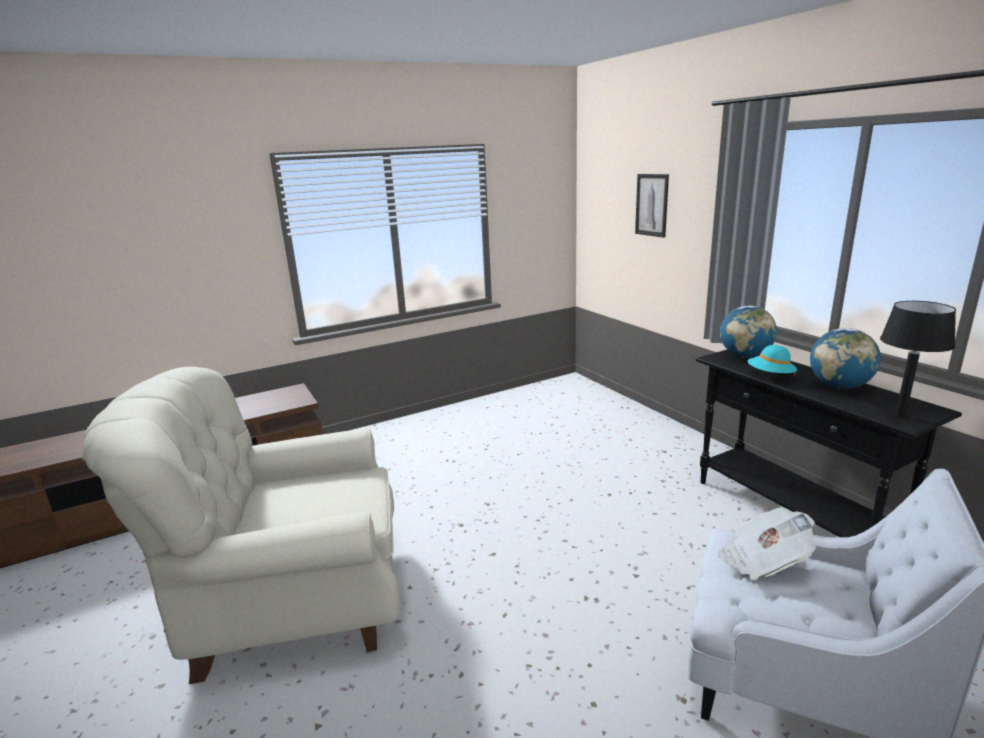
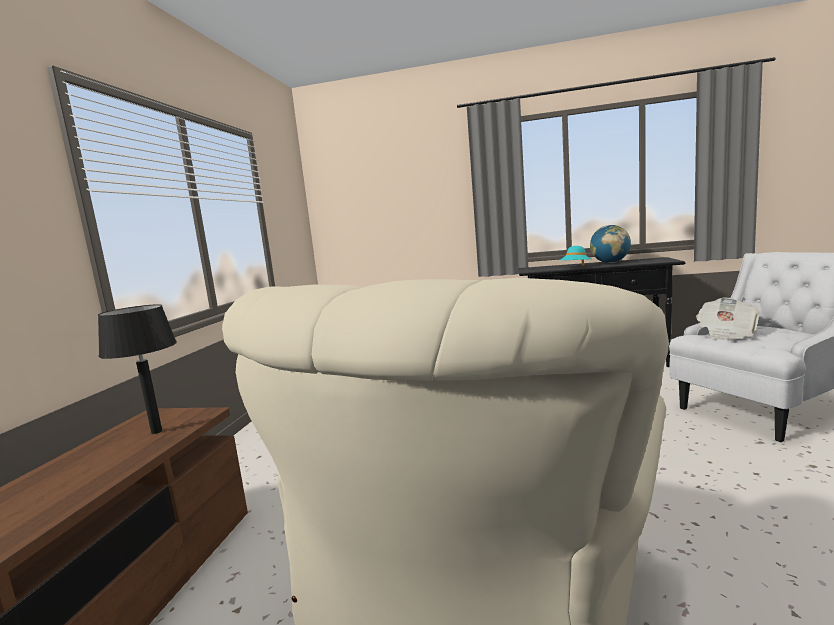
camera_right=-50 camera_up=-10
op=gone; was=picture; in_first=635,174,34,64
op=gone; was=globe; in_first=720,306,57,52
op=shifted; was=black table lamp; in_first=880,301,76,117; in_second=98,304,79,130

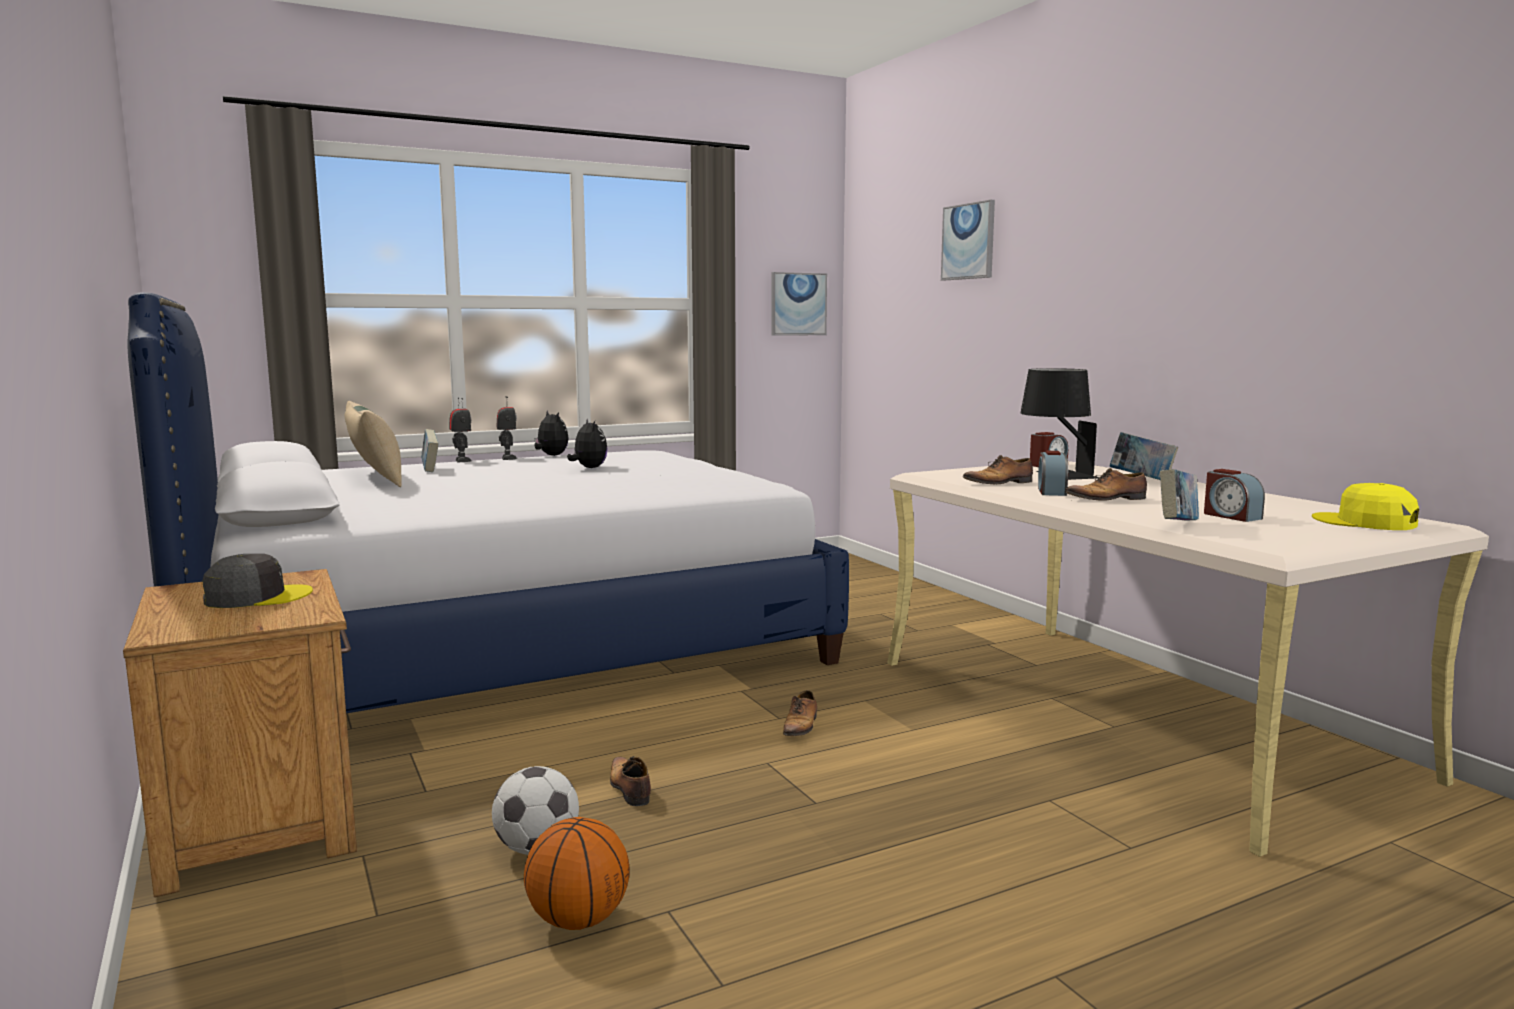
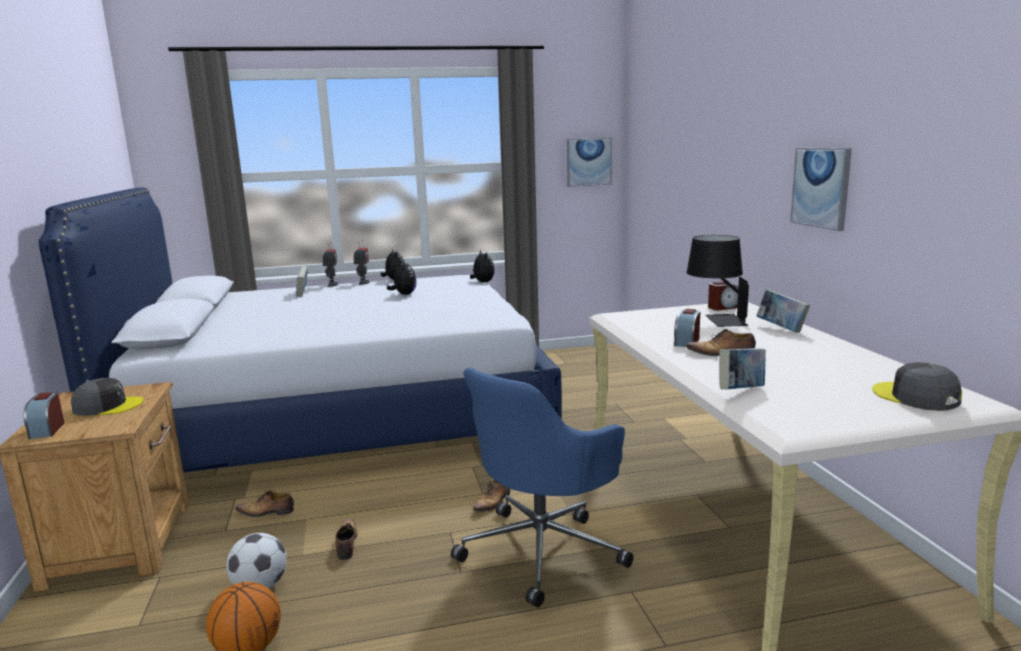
camera_right=15 camera_up=5
op=gone; was=beige pillow; in_first=345,401,57,86
op=shifted; was=picture; in_first=941,200,54,81; in_second=790,148,62,83
op=shifted; was=shoe; in_first=963,455,70,29; in_second=236,491,58,26
op=shifted; was=alarm clock; in_first=1204,469,61,53; in_second=23,392,42,47
op=repainted; was=yellow cap; now=grey cap; in_first=1312,483,107,47; in_second=872,362,90,49
op=new; now=blue office chair; in_second=451,367,183,240
op=new; now=plush toy; in_second=470,250,25,32

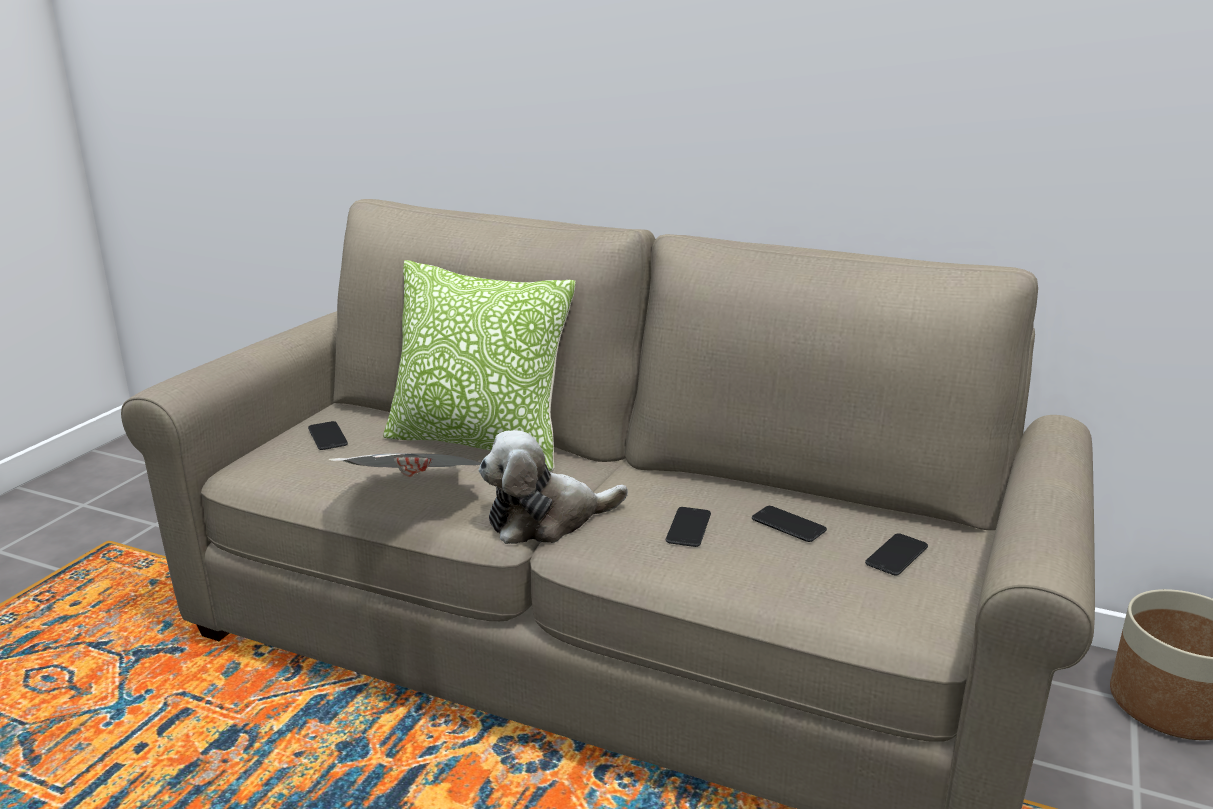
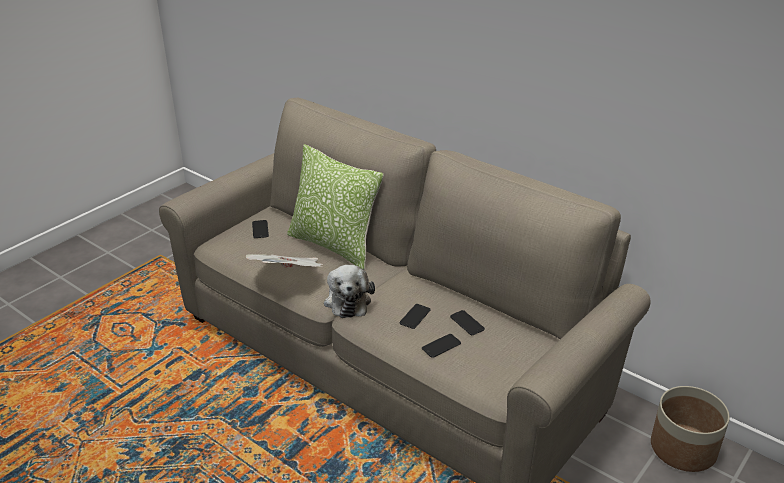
camera_right=15 camera_up=10
op=rotated; was=plush toy; in_first=479,430,149,114; in_second=324,265,51,53; clockwise=-90
op=shifted; was=phone; in_first=865,533,63,42; in_second=422,334,39,24

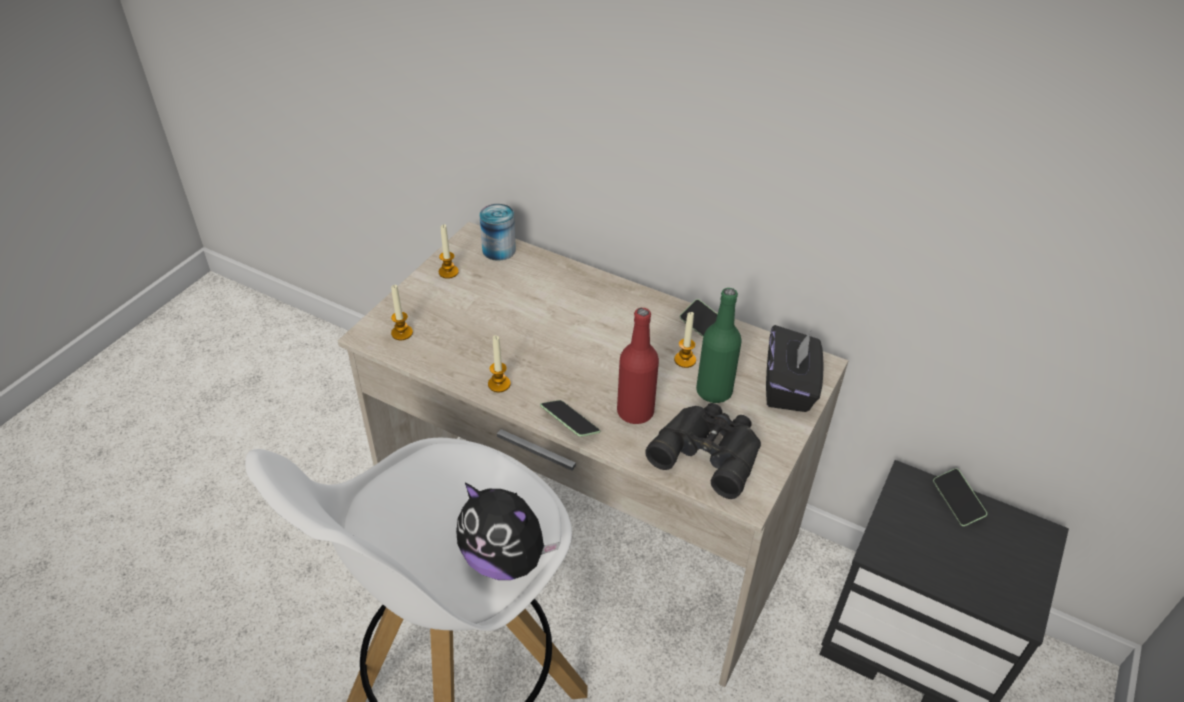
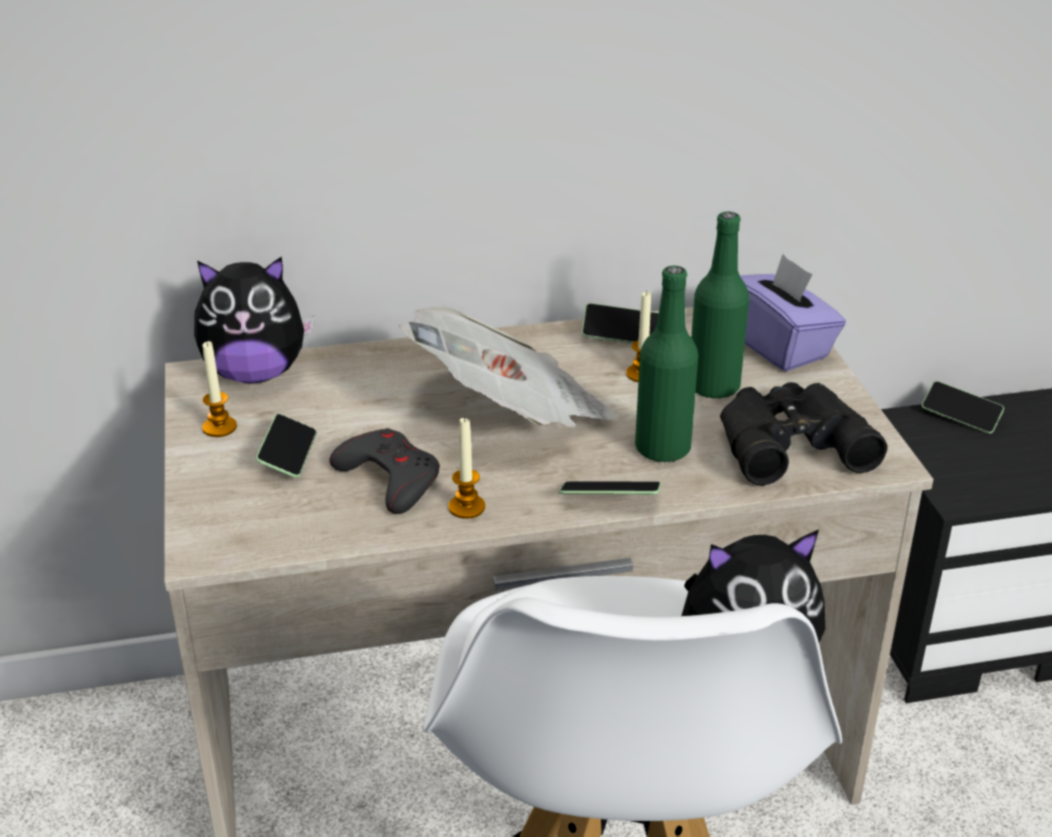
camera_right=-40 camera_up=-10
op=gone; was=candle; in_first=391,285,22,55
op=swapped; was=can; now=plush toy; in_first=479,204,37,57; in_second=194,256,120,128
op=repainted; was=red bottle; now=green bottle; in_first=617,308,42,116; in_second=635,266,63,197
op=repainted; was=black tissue box; now=purple tissue box; in_first=766,325,58,87; in_second=740,254,106,118
op=new; now=phone; in_second=255,414,62,64
op=new; now=grey game controller; in_second=329,428,111,86
op=new; now=newspaper; in_second=399,307,219,121

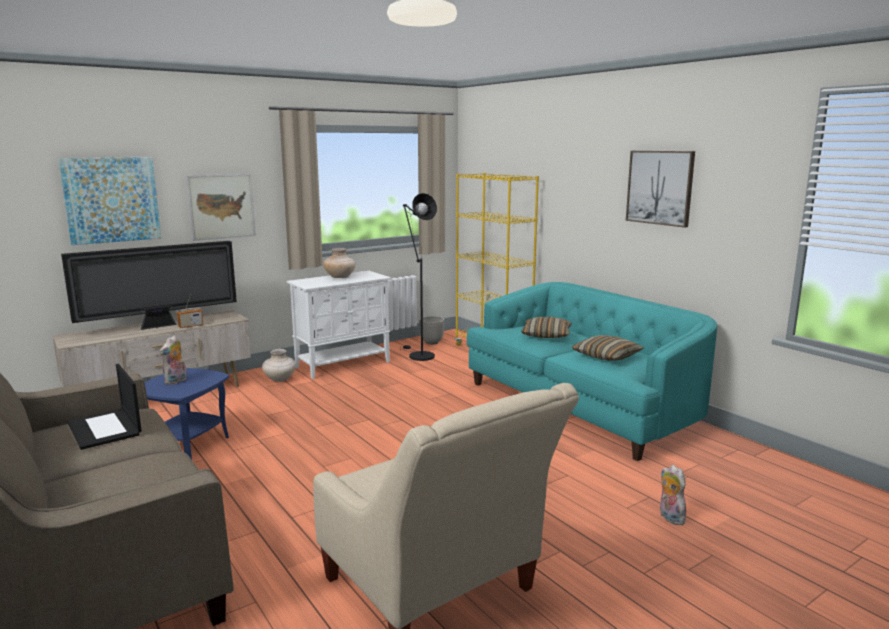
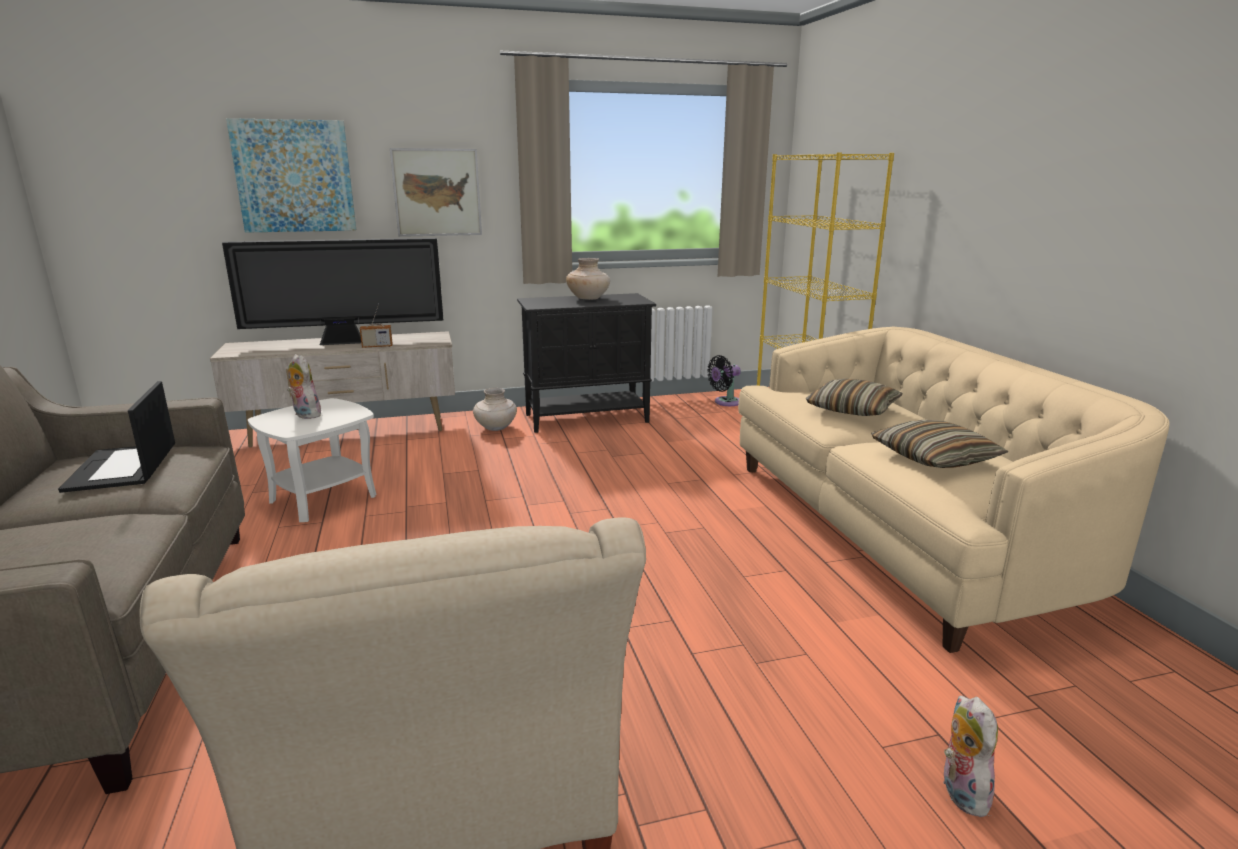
camera_right=20 camera_up=5
op=repainted; was=blue side table; now=white side table; in_first=145,368,84,92; in_second=248,398,128,124
op=rotated; was=plush toy; in_first=160,335,27,50; in_second=287,354,34,65; clockwise=90
op=repainted; was=white cabinet; now=black cabinet; in_first=286,271,105,108; in_second=517,293,139,140
op=gone; was=black floor lamp; in_first=401,193,36,168
op=swapped; was=planter; now=black fan; in_first=419,316,26,29; in_second=707,355,34,51
op=repainted; was=turquoise sofa; now=beige sofa; in_first=467,282,250,179; in_second=738,327,431,326
op=gone; was=picture; in_first=626,151,69,77

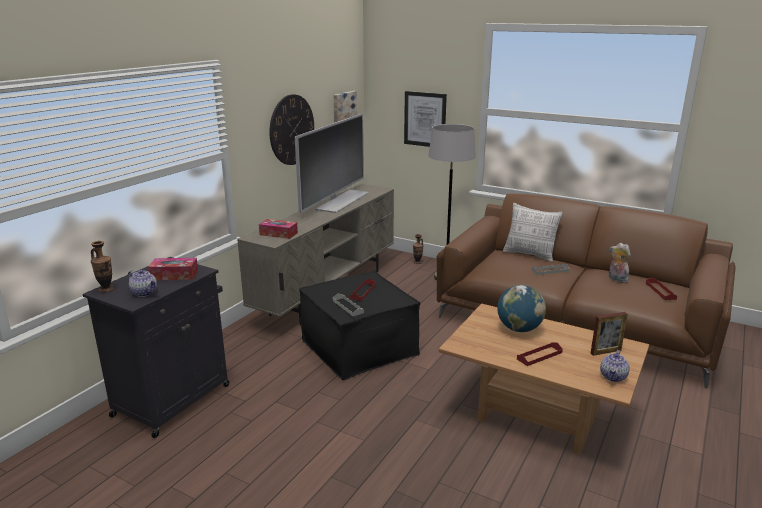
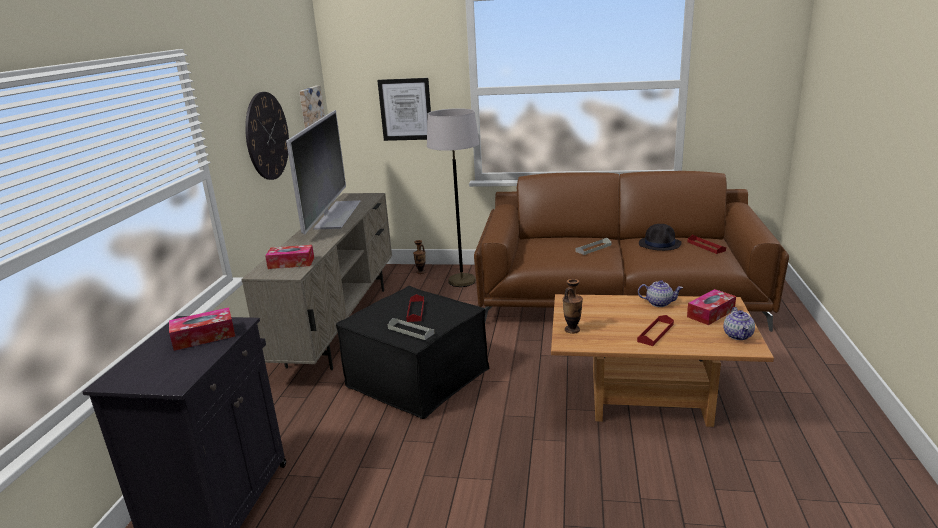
camera_right=-20 camera_up=0
op=shifted; was=vase; in_first=91,241,23,52; in_second=563,279,20,55
op=shifted; was=teapot; in_first=128,270,29,27; in_second=638,280,45,27
op=gone; was=globe; in_first=497,285,49,47
op=gone; was=pillow; in_first=503,203,60,59
op=swapped; was=picture frame; now=tissue box; in_first=591,312,37,44; in_second=687,289,49,36
op=swapped; was=plush toy; now=black hat; in_first=609,243,22,40; in_second=639,224,43,27

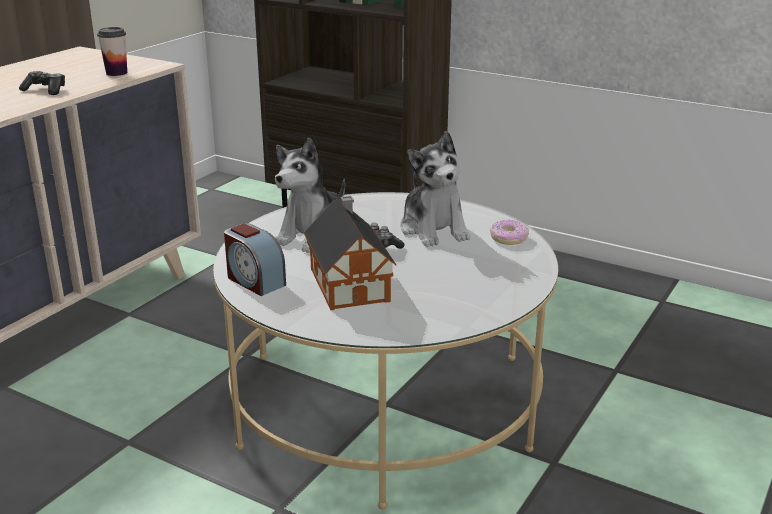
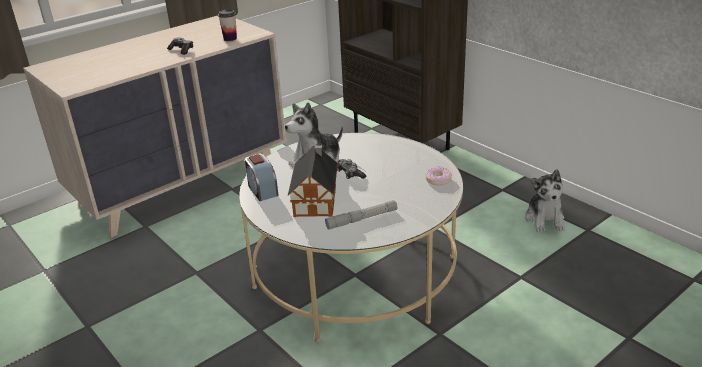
camera_right=20 camera_up=5
op=shifted; was=plush toy; in_first=400,131,70,116; in_second=525,169,40,63
op=new; now=grey flashlight; in_second=325,200,72,30

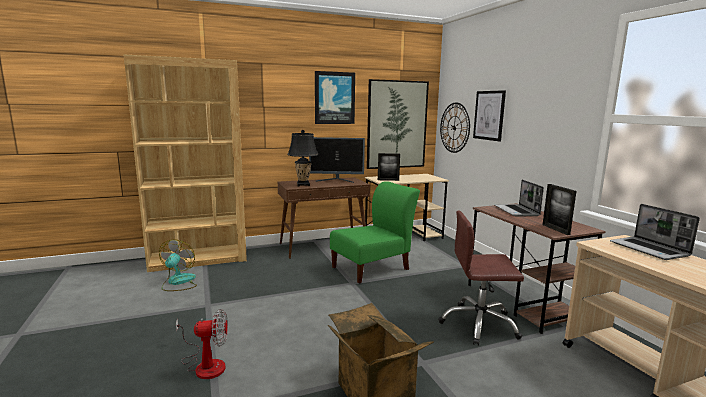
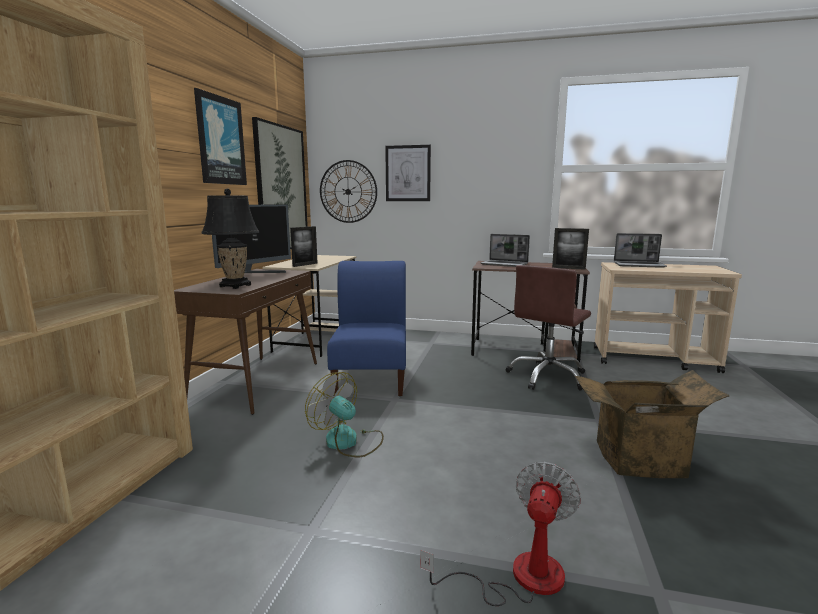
camera_right=-55 camera_up=0
op=shifted; was=fan; in_first=159,240,38,51; in_second=305,372,79,85
op=repainted; was=green chair; now=blue chair; in_first=330,181,90,103; in_second=327,261,79,135

